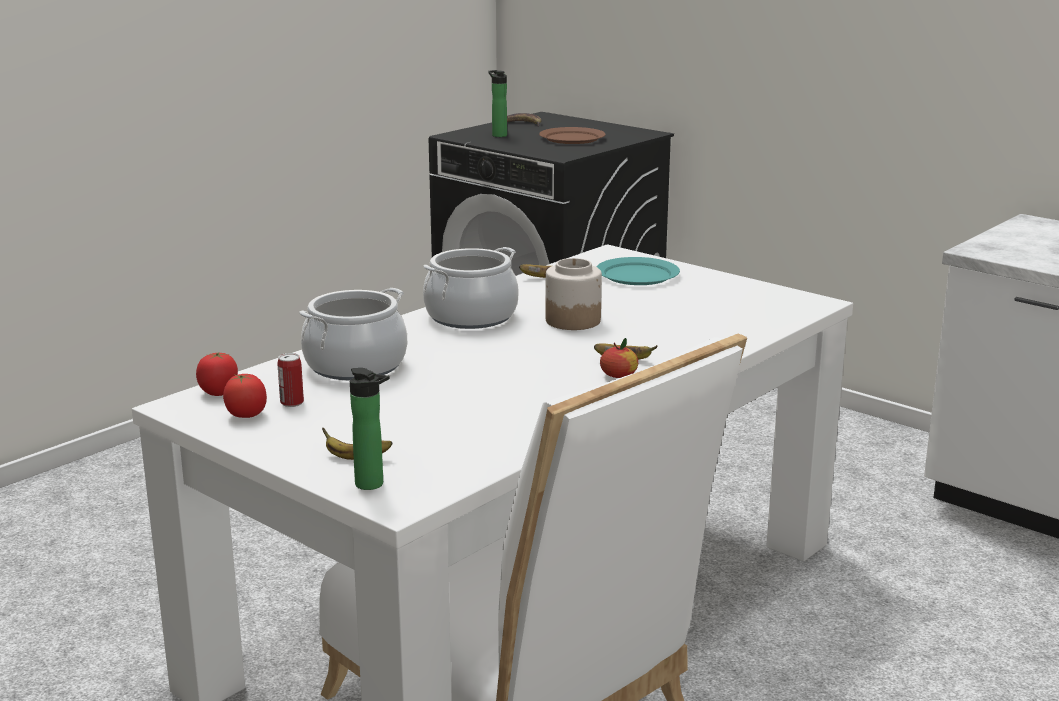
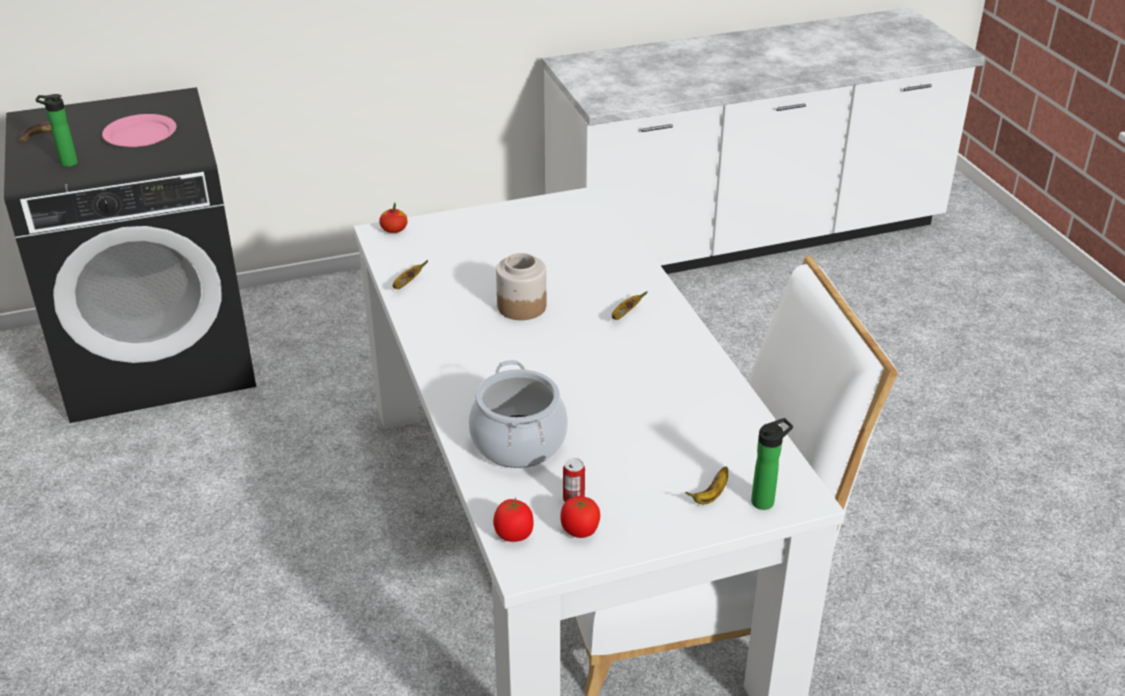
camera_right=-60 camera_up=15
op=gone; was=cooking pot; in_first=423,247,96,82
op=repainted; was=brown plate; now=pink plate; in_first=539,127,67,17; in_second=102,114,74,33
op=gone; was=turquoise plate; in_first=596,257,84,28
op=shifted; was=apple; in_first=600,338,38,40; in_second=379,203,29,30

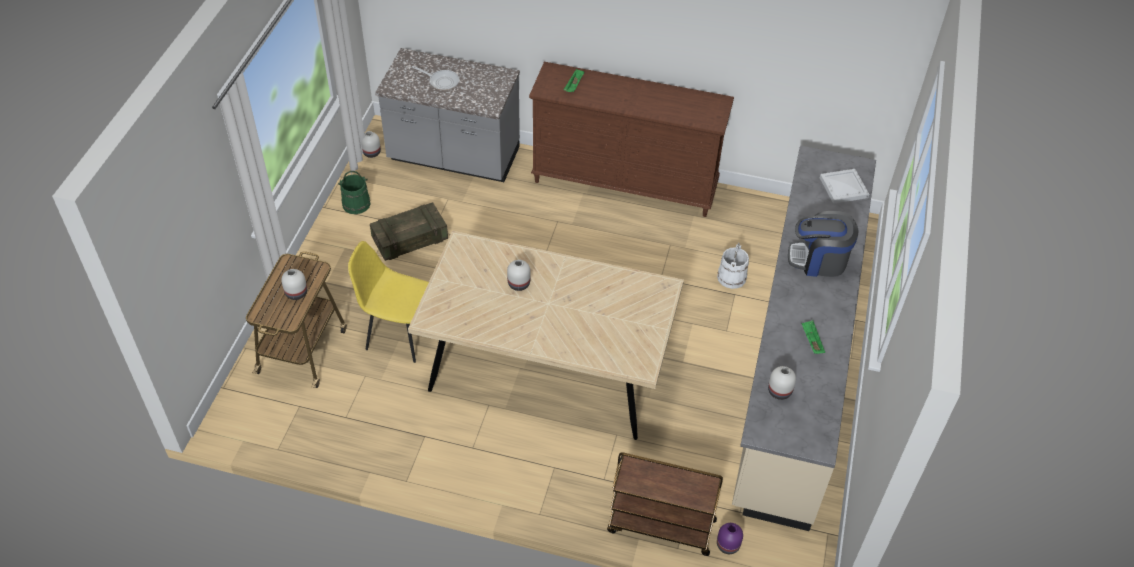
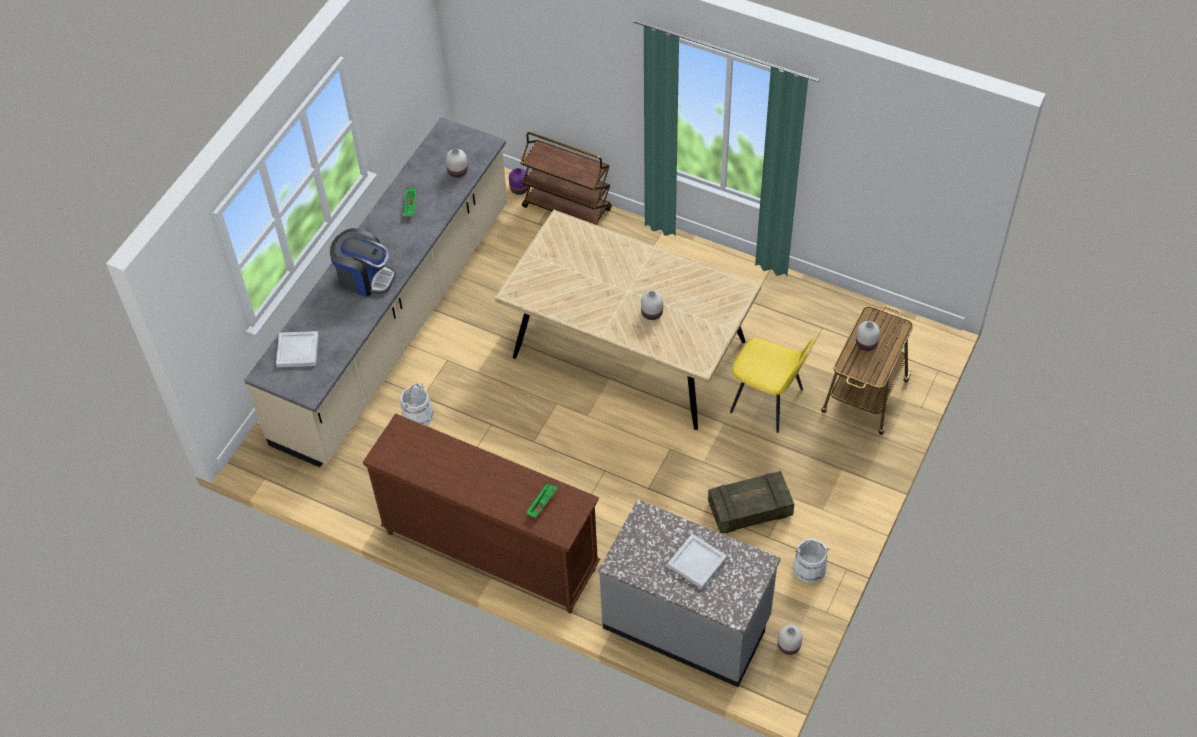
camera_right=-165 camera_up=5
op=repainted; was=green bucket; now=white bucket; in_first=338,171,33,43; in_second=793,539,37,44
op=swapped; was=frying pan; now=white tray; in_first=412,66,47,25; in_second=667,534,60,55

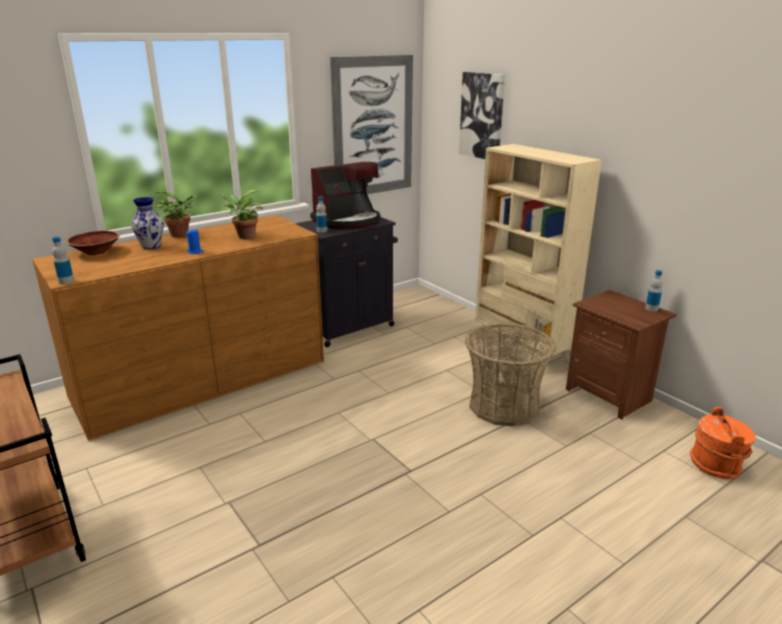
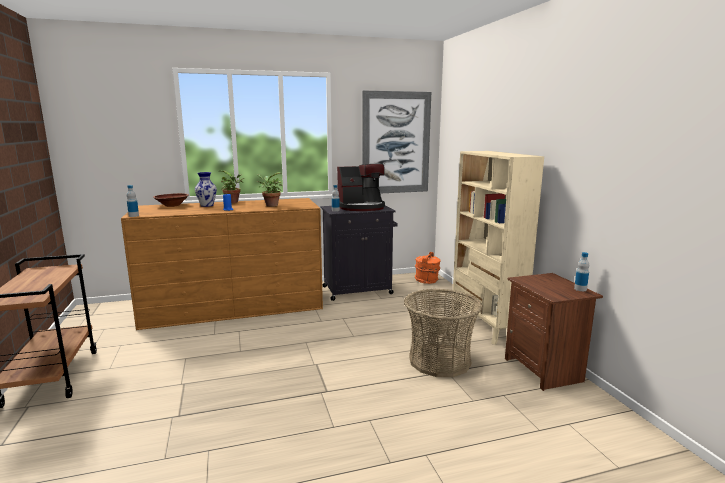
camera_right=20 camera_up=-10
op=gone; was=picture; in_first=459,72,46,87
op=shifted; was=orange bucket; in_first=690,407,66,72; in_second=415,252,26,32

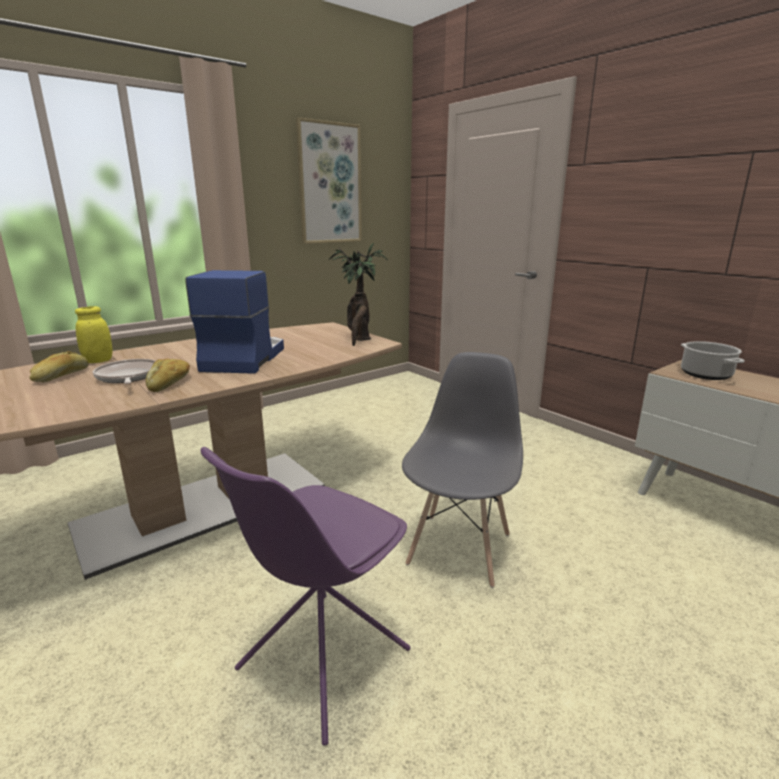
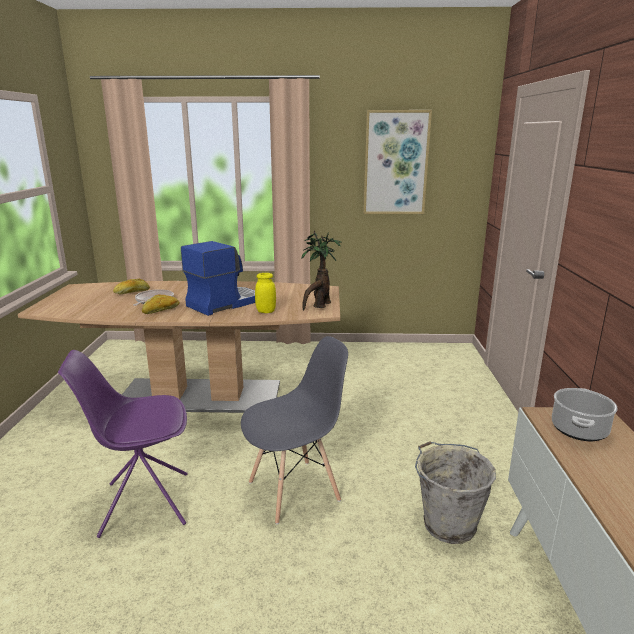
camera_right=40 camera_up=0
op=shifted; was=yellow jar; in_first=75,306,38,57; in_second=255,273,21,40
op=new; now=grey bucket; in_second=415,441,81,103

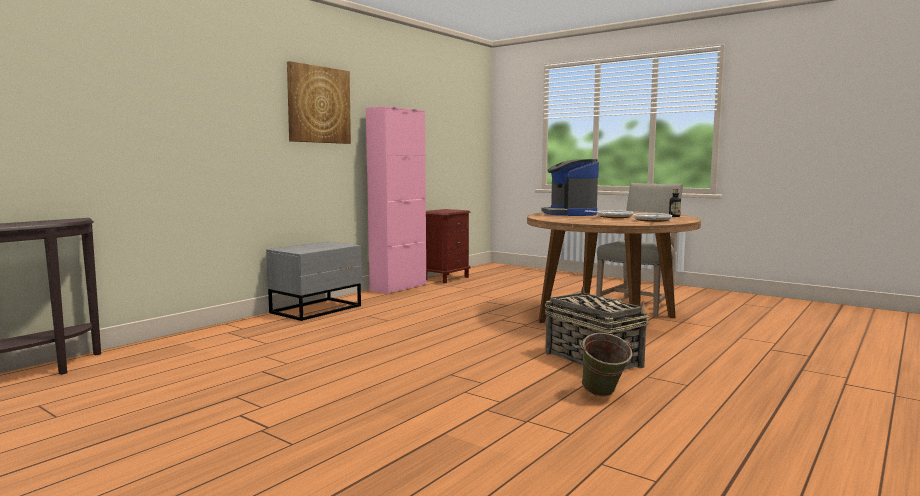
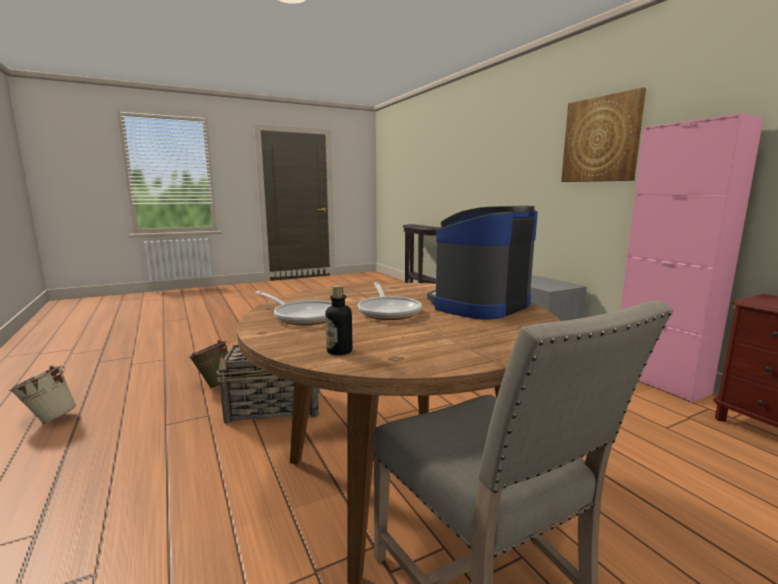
camera_right=115 camera_up=5
op=rotated; was=coffee machine; in_first=542,159,57,57; in_second=427,206,111,114; clockwise=-60
op=new; now=beige bucket; in_second=9,365,68,59

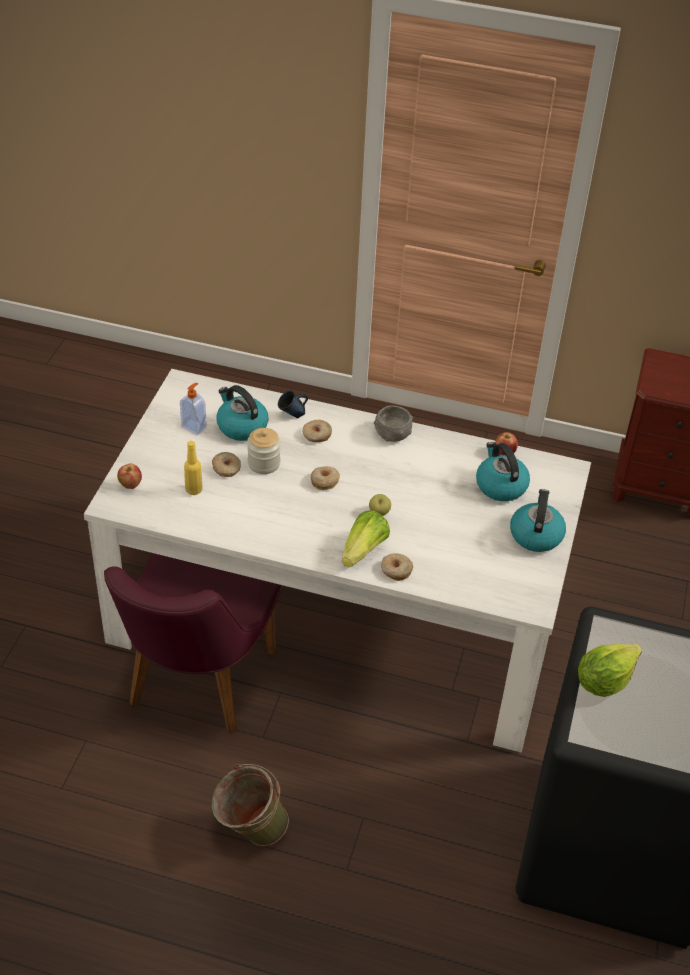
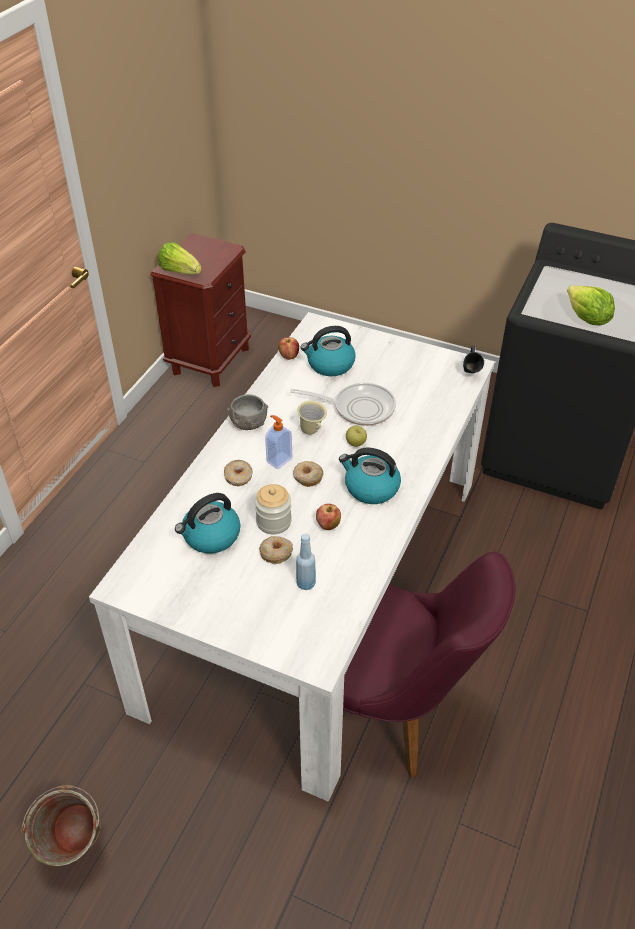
camera_right=-80 camera_up=0
op=shifted; was=apple; in_first=117,464,25,25; in_second=316,504,25,26
op=shifted; was=soap dispenser; in_first=180,383,27,53; in_second=265,415,27,54
op=repainted; was=yellow bottle; now=blue bottle; in_first=184,441,19,54; in_second=296,534,20,56
op=shifted; was=green bucket; in_first=212,764,77,82; in_second=21,785,79,81
op=shifted; was=blue mug; in_first=278,391,30,27; in_second=463,346,21,27
op=shifted; was=lettuce; in_first=342,511,48,56; in_second=158,242,44,33
op=gone; was=donut; in_first=381,553,32,28
op=shifted; was=kettle; in_first=510,489,56,63; in_second=339,447,62,57
op=new; now=frying pan; in_second=290,383,106,43
op=new; now=beige mug; in_second=297,401,30,34

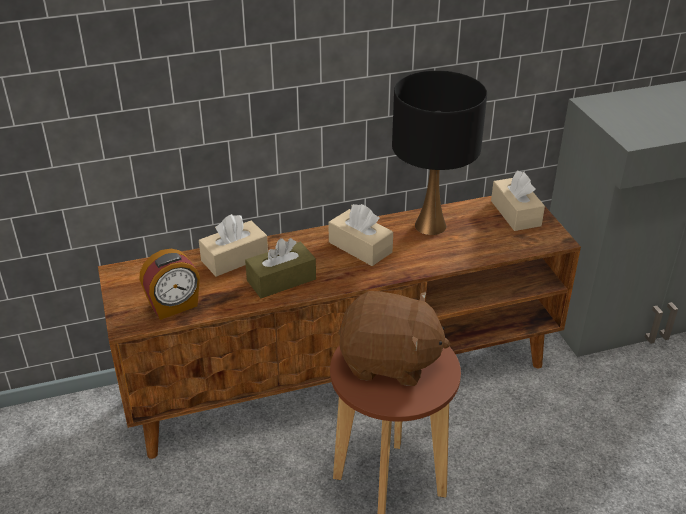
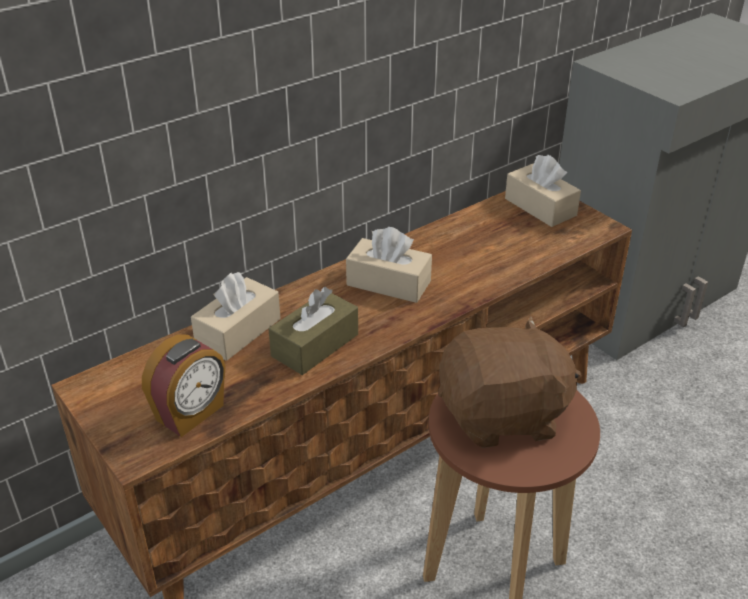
camera_right=-20 camera_up=0
op=gone; was=black table lamp; in_first=392,71,95,164

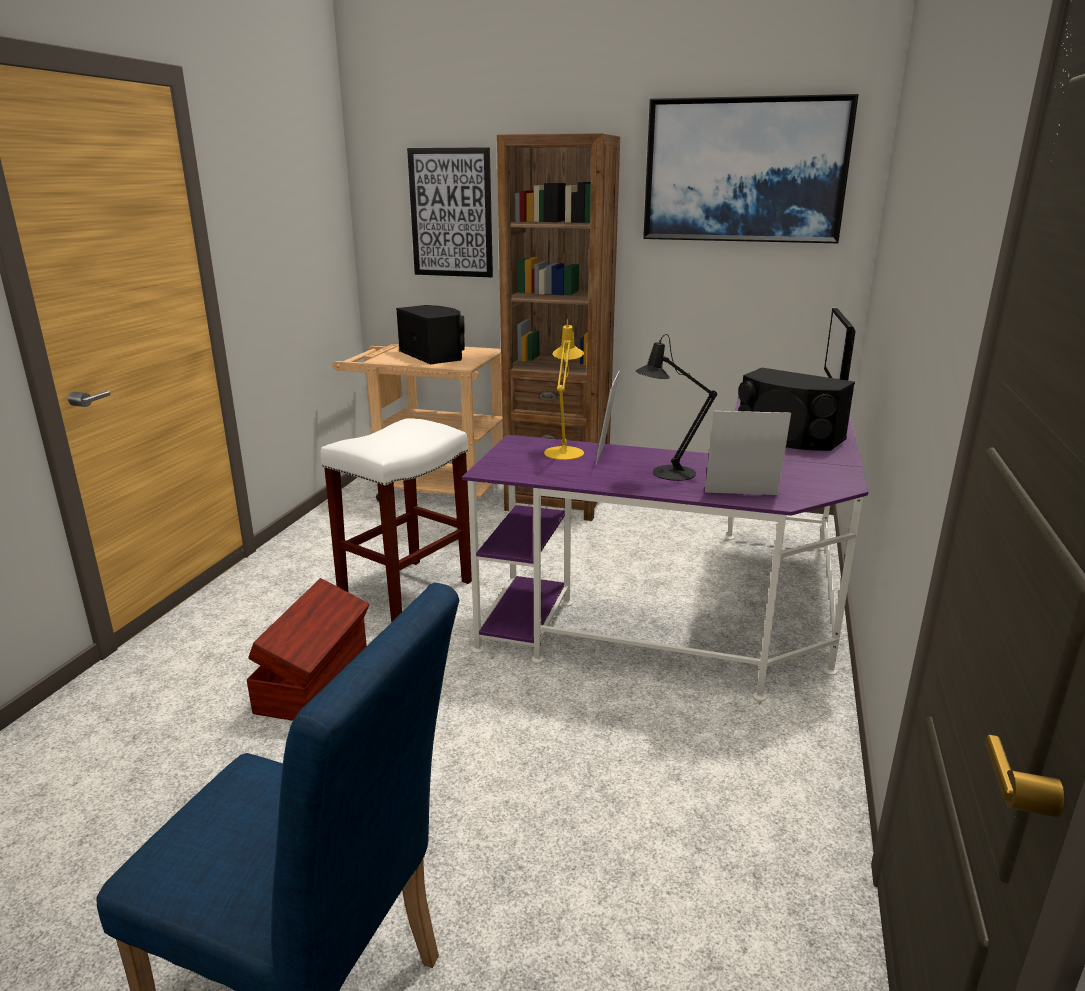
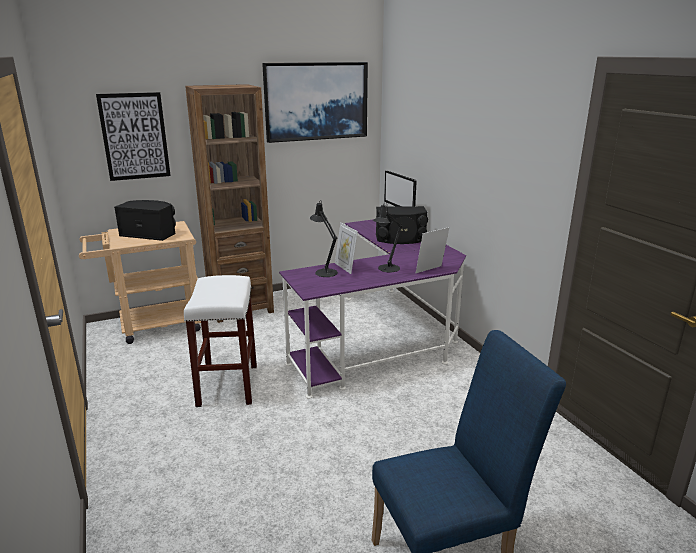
camera_right=-40 camera_up=0
op=gone; was=brown storage box; in_first=247,578,122,143
op=repainted; was=yellow table lamp; now=black table lamp; in_first=544,319,40,141; in_second=310,200,28,77

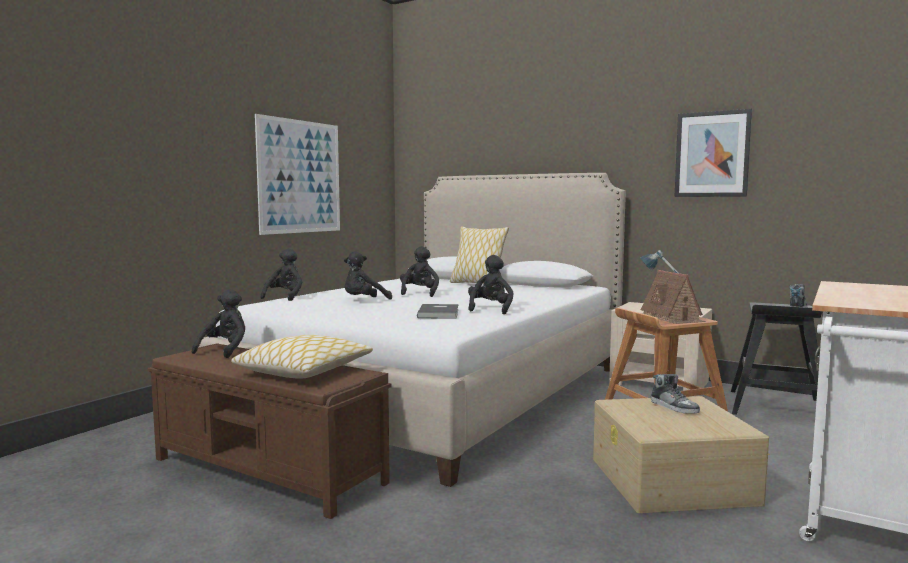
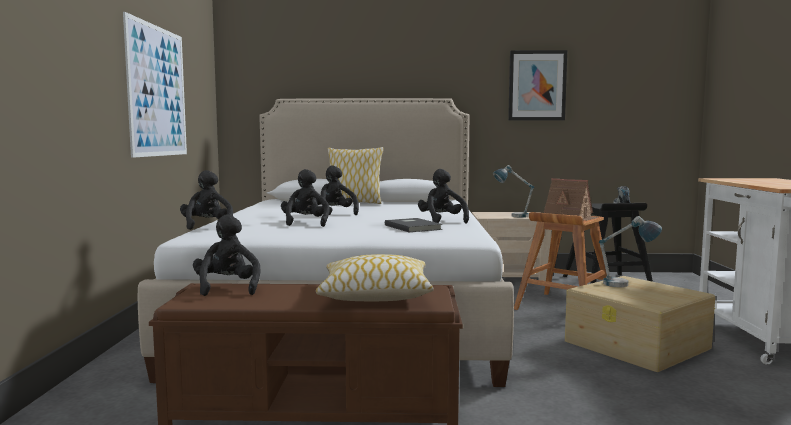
camera_right=-30 camera_up=0
op=rotated; was=black plush toy; in_first=344,251,48,49; in_second=281,169,48,58; clockwise=150
op=swapped; was=shoe; now=table lamp; in_first=651,374,49,40; in_second=599,216,63,71

